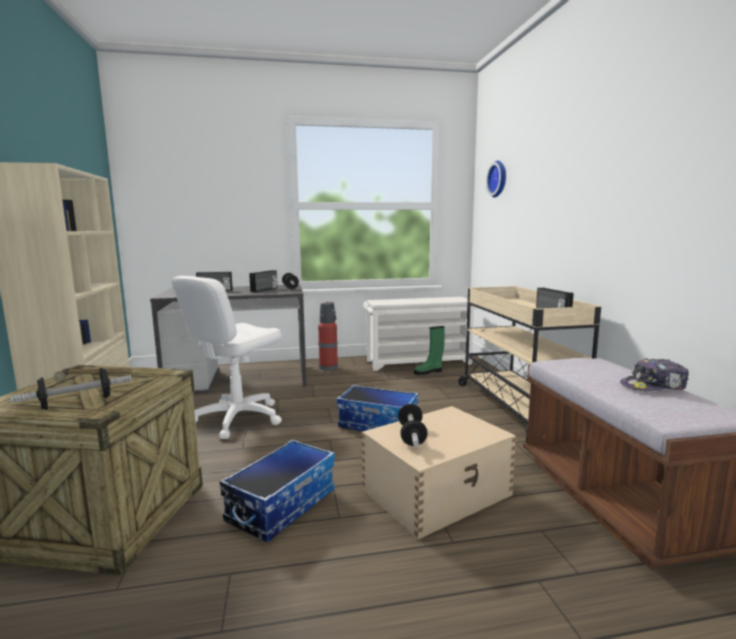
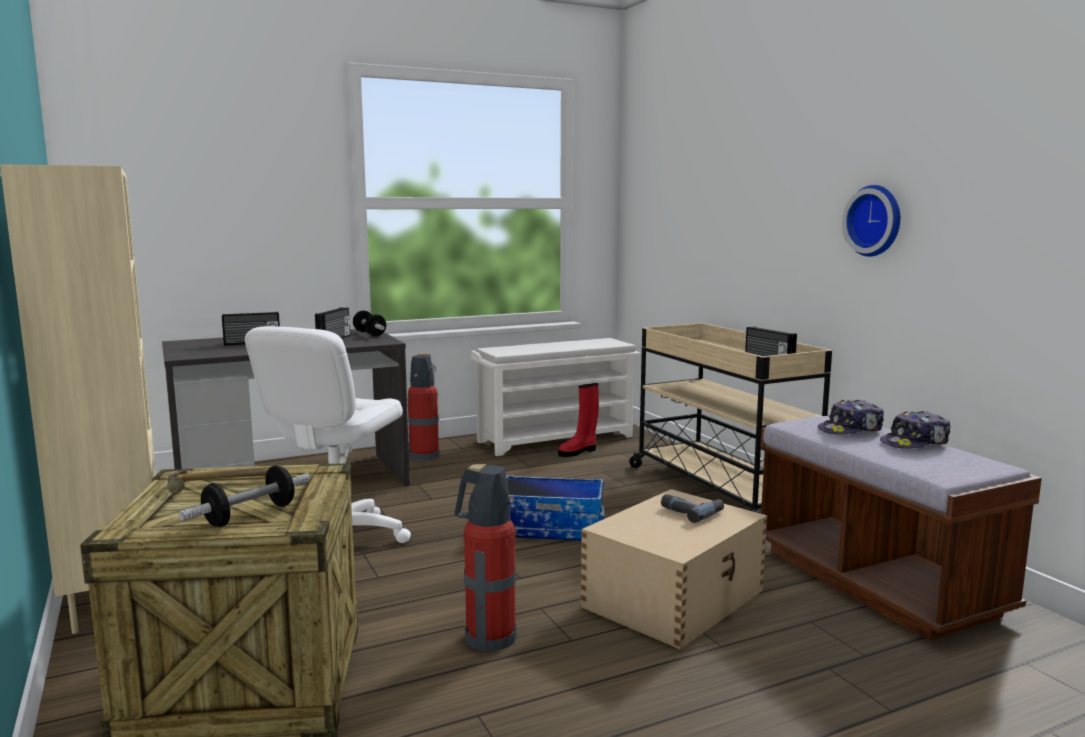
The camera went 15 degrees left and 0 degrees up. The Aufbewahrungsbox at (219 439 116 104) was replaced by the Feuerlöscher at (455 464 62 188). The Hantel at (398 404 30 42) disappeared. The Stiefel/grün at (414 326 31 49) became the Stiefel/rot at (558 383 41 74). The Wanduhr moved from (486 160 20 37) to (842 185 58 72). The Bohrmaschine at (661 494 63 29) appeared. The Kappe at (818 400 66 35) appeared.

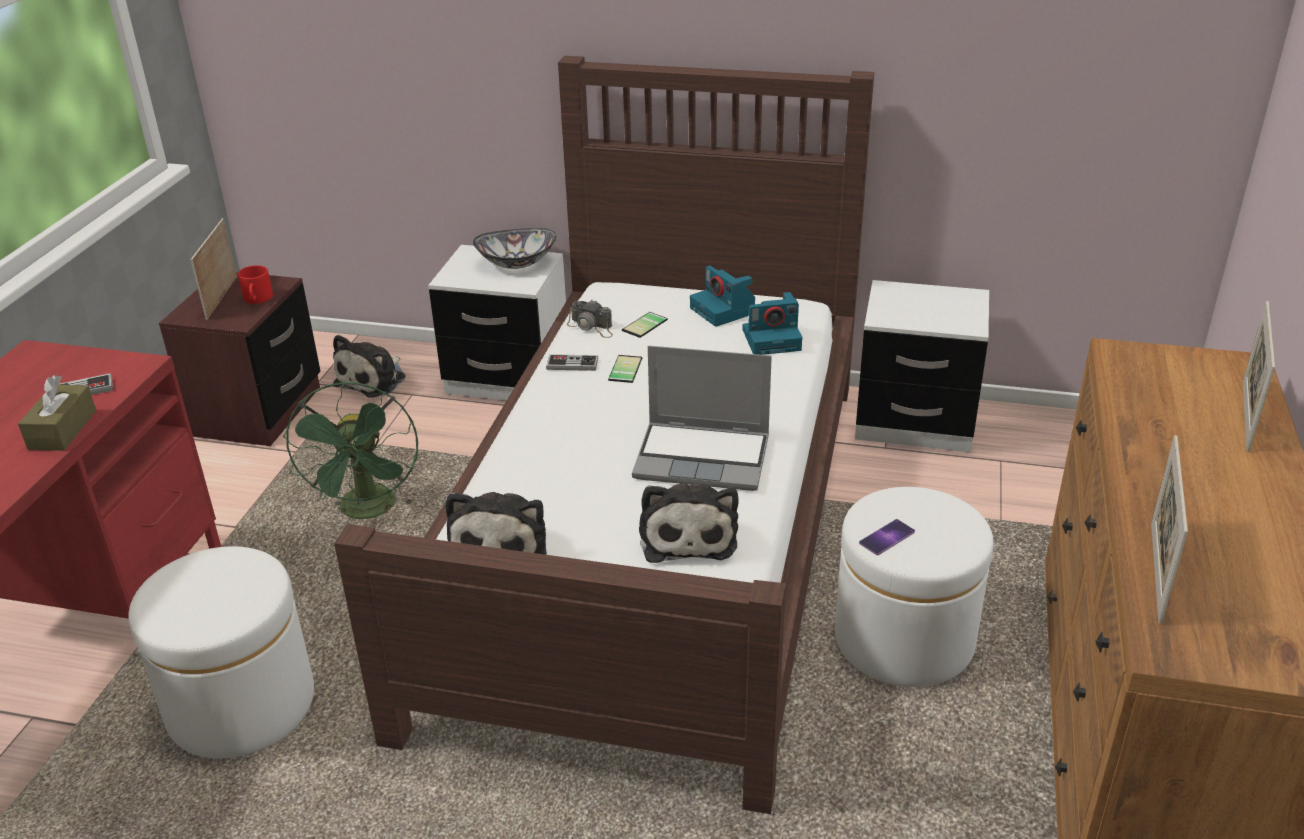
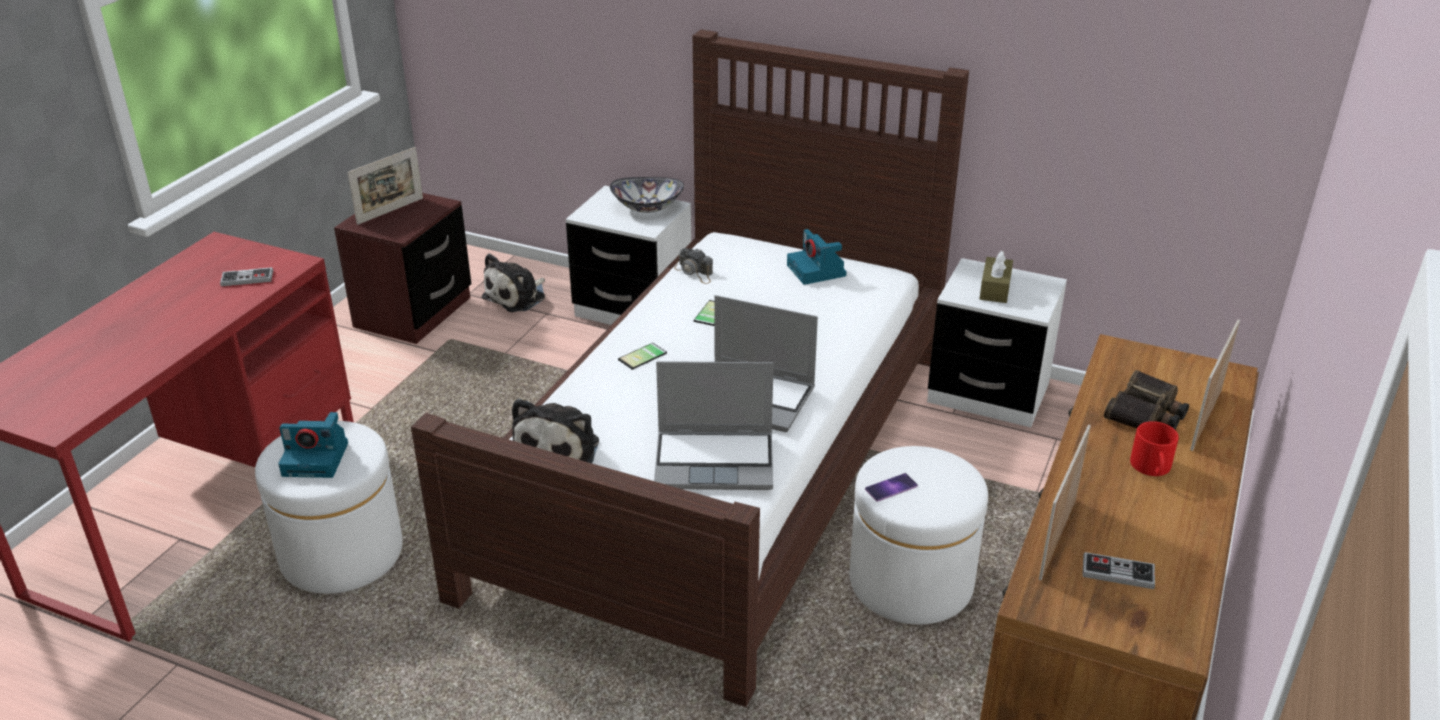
The camera went 10 degrees right and 0 degrees up. The Taschentuchbox/braun moved from (18 375 78 76) to (980 250 33 53). The Bilderrahmen at (191 218 46 102) turned 150 degrees counterclockwise. The Henkelbecher/rot moved from (238 265 35 39) to (1130 421 49 55). The Ventilator/grün at (283 381 135 138) disappeared. The Gamepad moved from (546 354 52 17) to (1083 552 72 37). The Handy moved from (622 312 46 26) to (618 343 49 27). The Plüschtier at (639 483 100 80) was replaced by the Laptop at (654 361 120 129). The Kamera moved from (742 292 60 63) to (278 412 70 66). The Fernglas at (1104 370 85 59) appeared.

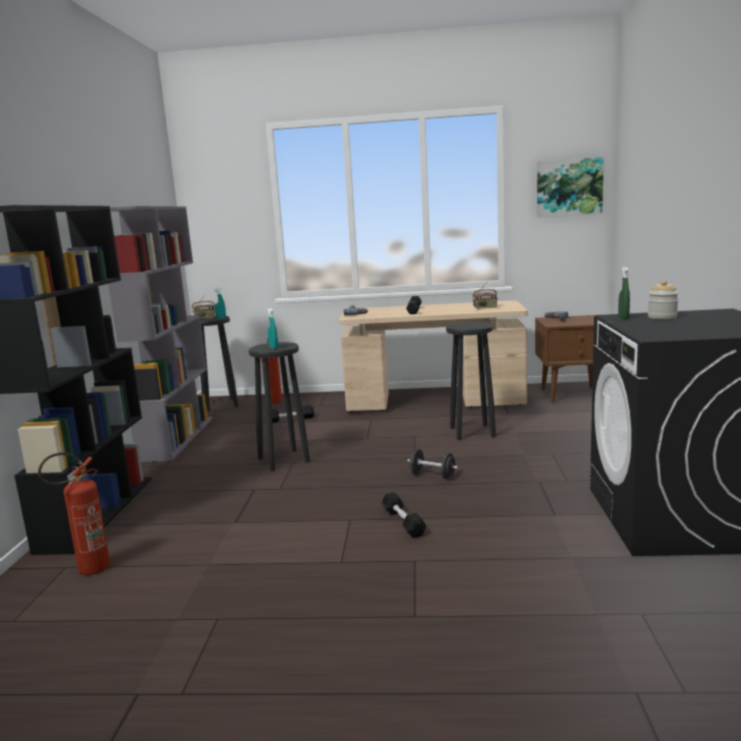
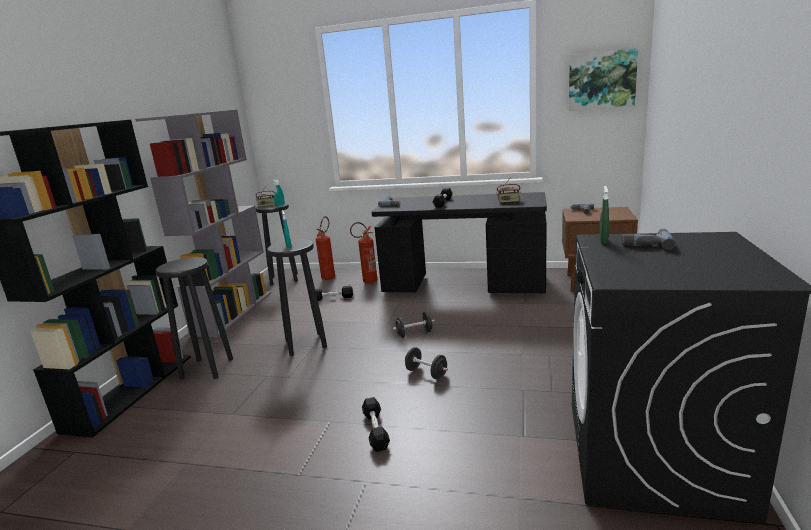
The camera went 10 degrees right and 5 degrees up. The Feuerlöscher moved from (38 453 72 122) to (350 222 27 61). The Schreibtisch/beige at (339 300 189 112) became the Schreibtisch/schwarz at (372 192 175 102). The Hocker/schwarz moved from (446 322 50 118) to (156 257 77 123). The Vorratsglas at (648 280 31 39) was replaced by the Bohrmaschine at (622 229 54 21). The Hantel/schwarz at (393 312 42 26) appeared.

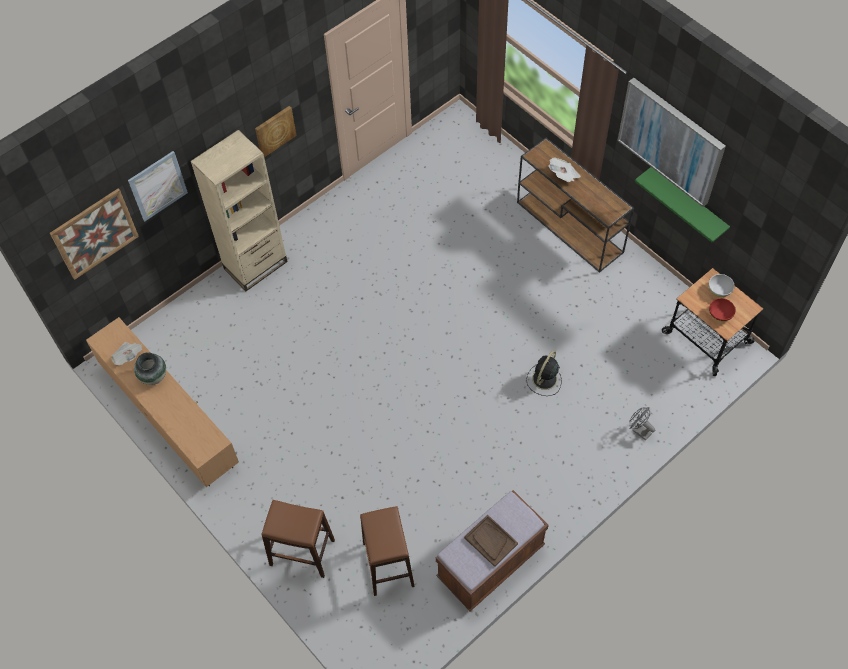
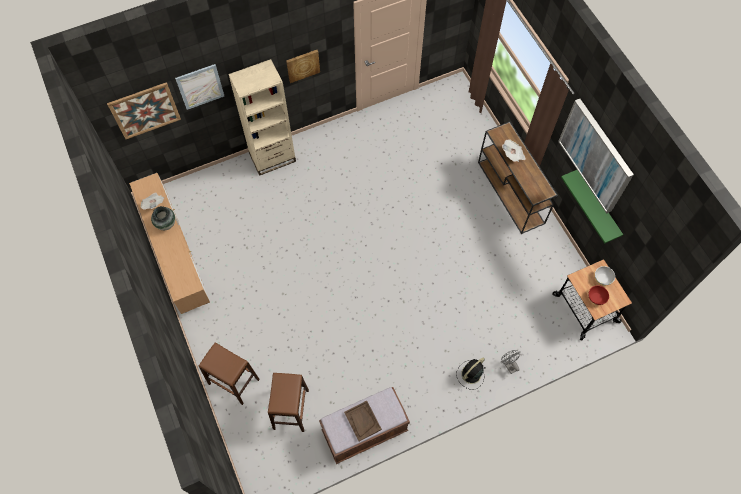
The camera went 15 degrees right and 5 degrees up. The Ventilator/schwarz moved from (526 351 36 45) to (456 358 30 32).

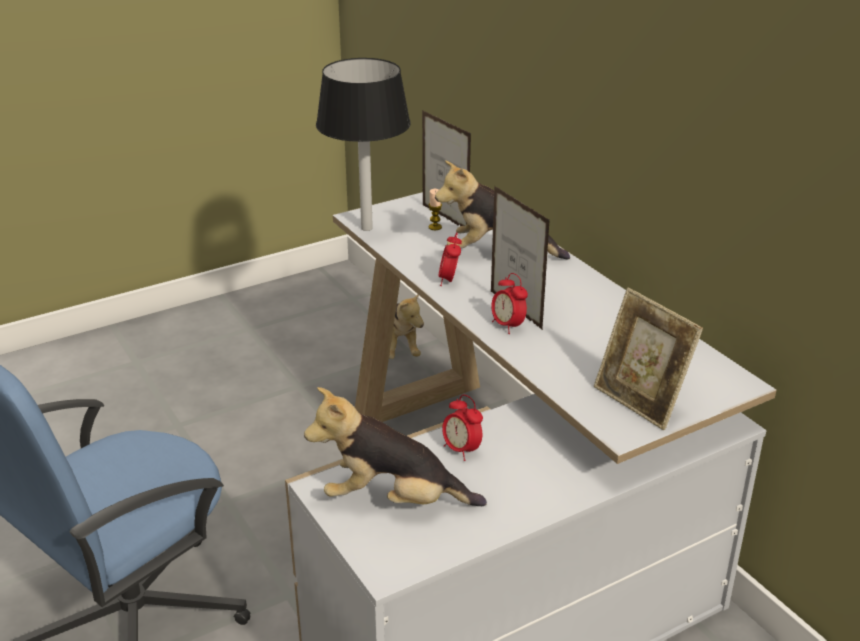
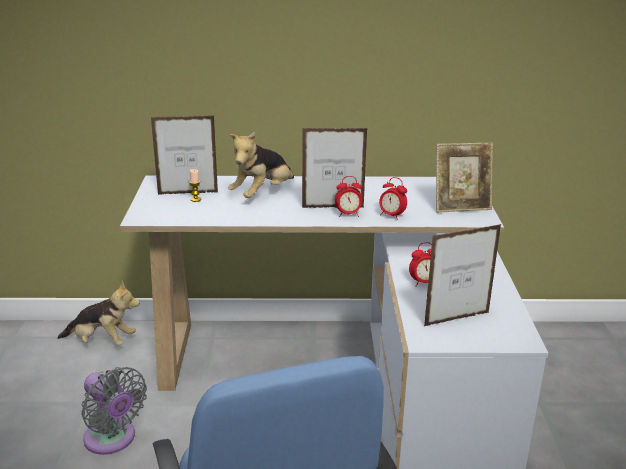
The camera went 60 degrees left and 5 degrees down. The Plüschtier at (304 387 183 119) was replaced by the Bilderrahmen at (424 224 77 102). The Tischlampe/schwarz at (316 58 95 173) disappeared. The Wecker moved from (439 232 23 54) to (379 177 28 43). The Ventilator/grau at (81 367 66 88) appeared.

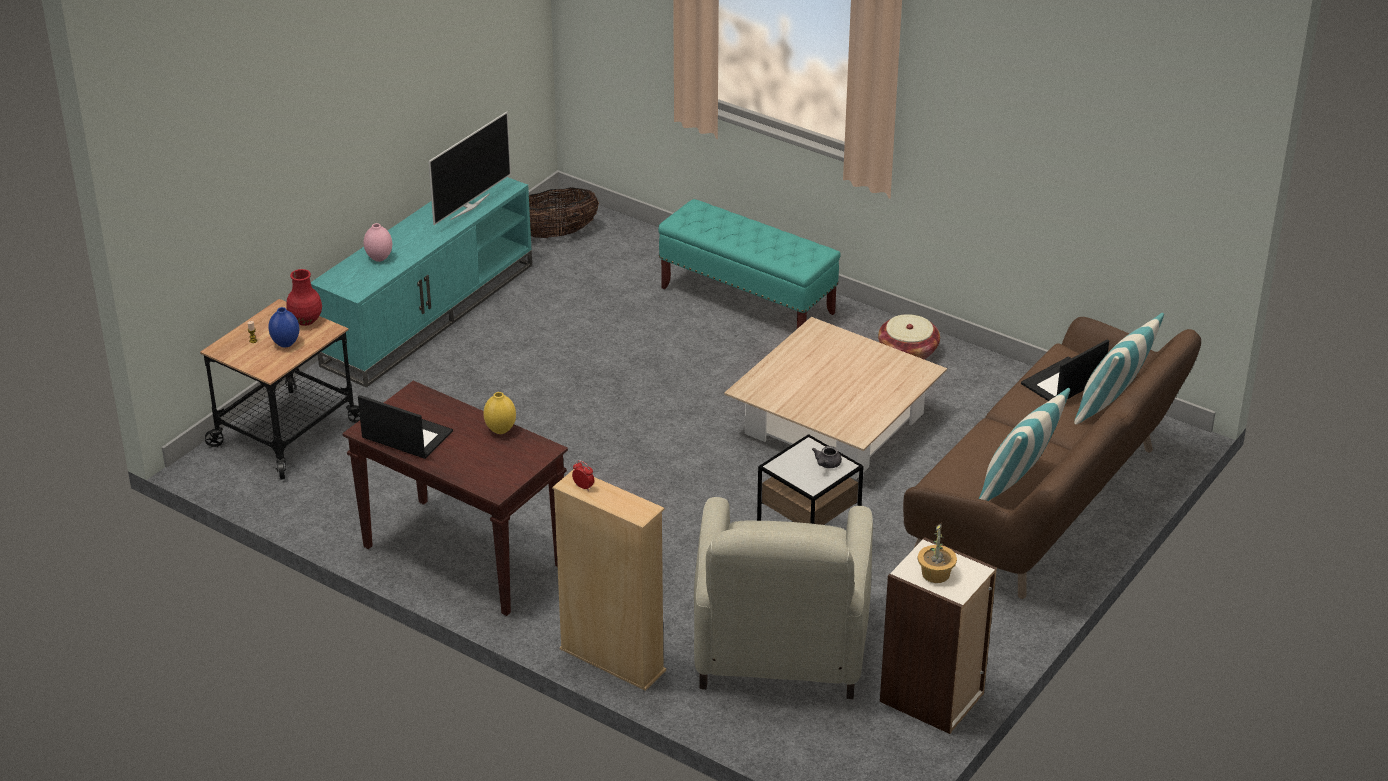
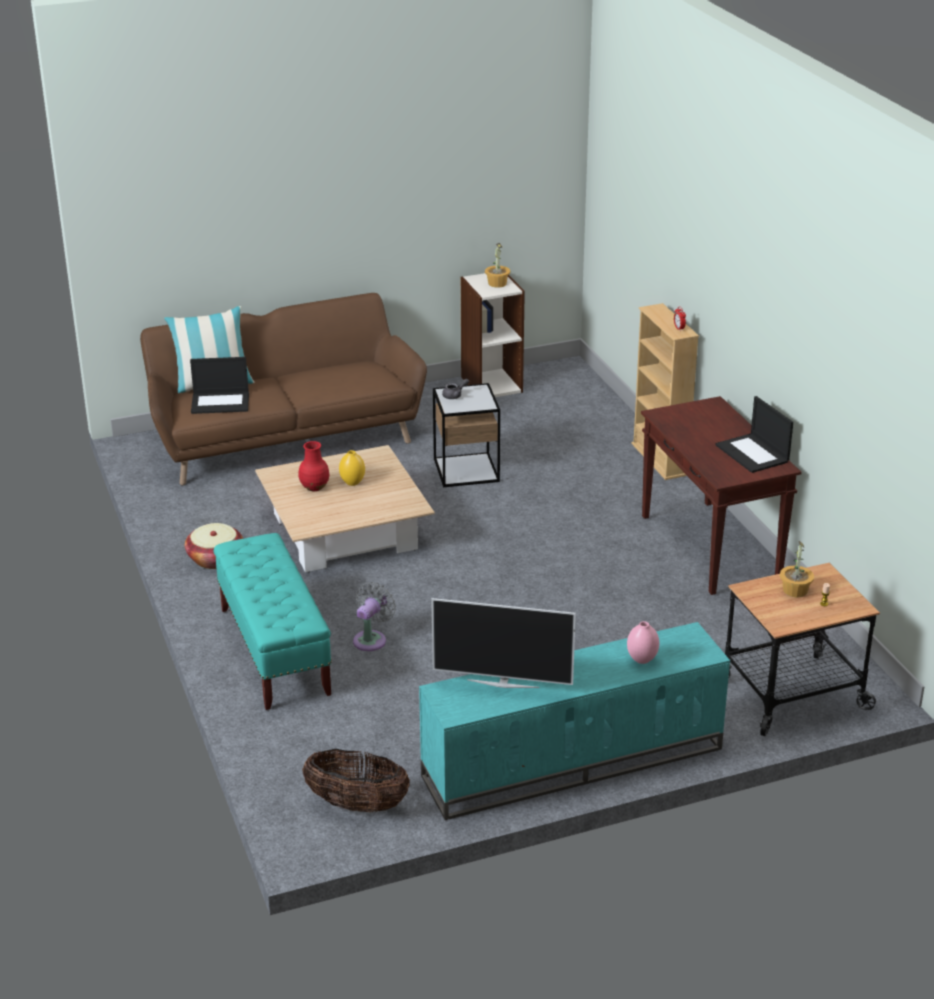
The camera went 145 degrees left and 5 degrees down. The Vase/blau at (269 307 30 41) was replaced by the Topfpflanze at (780 541 34 57). The Vase/rot moved from (286 269 36 57) to (298 441 32 50). The Fernseher at (428 112 83 113) turned 150 degrees counterclockwise. The Vase/gelb moved from (483 392 33 42) to (339 450 26 36). The Sessel/beige at (694 497 179 202) disappeared. The Kissen at (979 388 91 113) disappeared. The Ventilator/grau at (353 582 43 69) appeared.

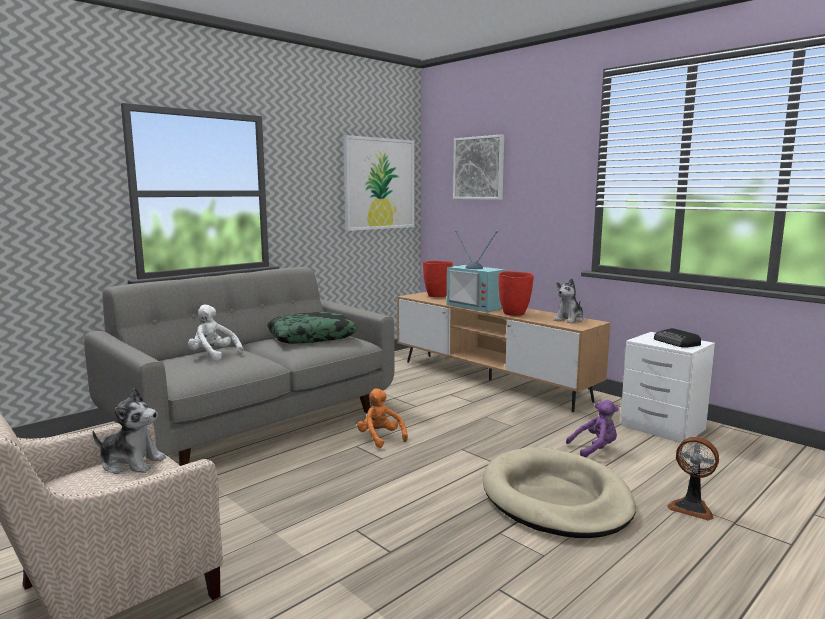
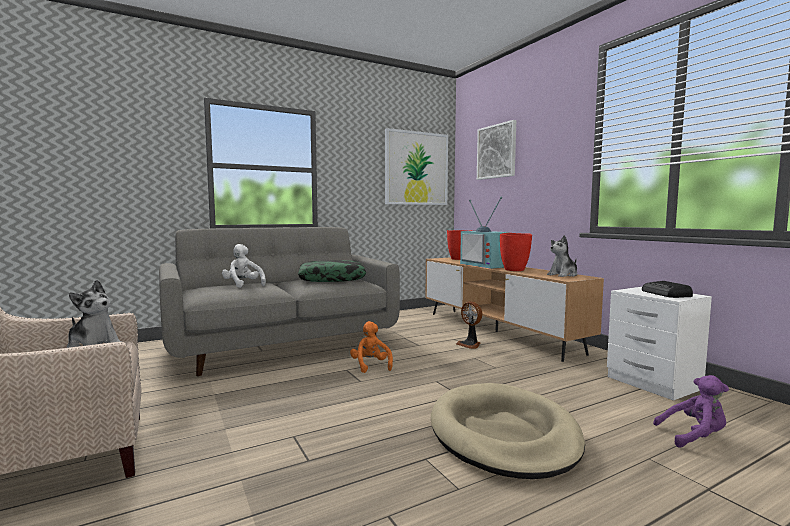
The camera went 15 degrees right and 5 degrees down. The Plüschtier/lila moved from (566 400 53 58) to (653 375 76 73). The Ventilator moved from (667 437 52 83) to (456 301 26 48).

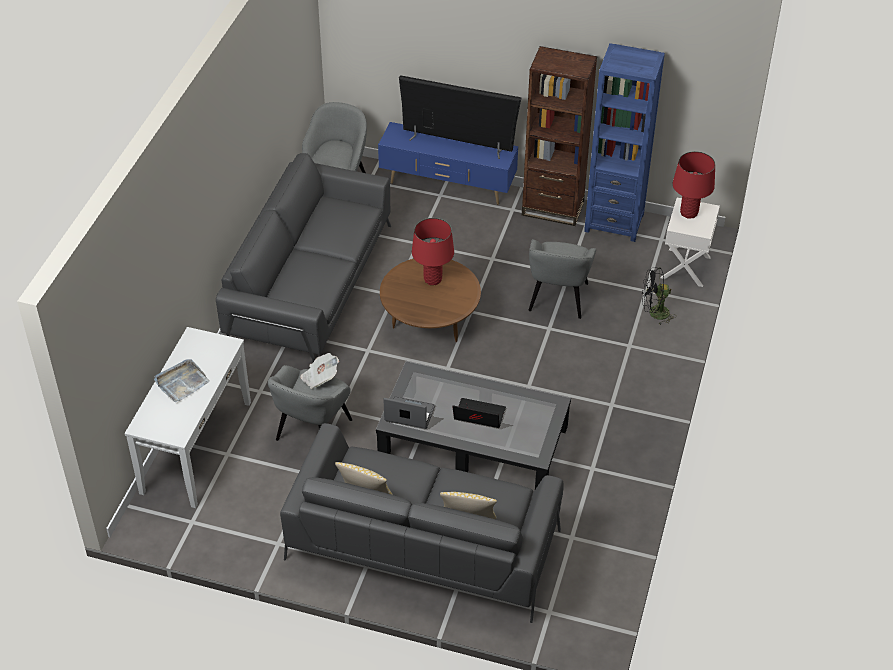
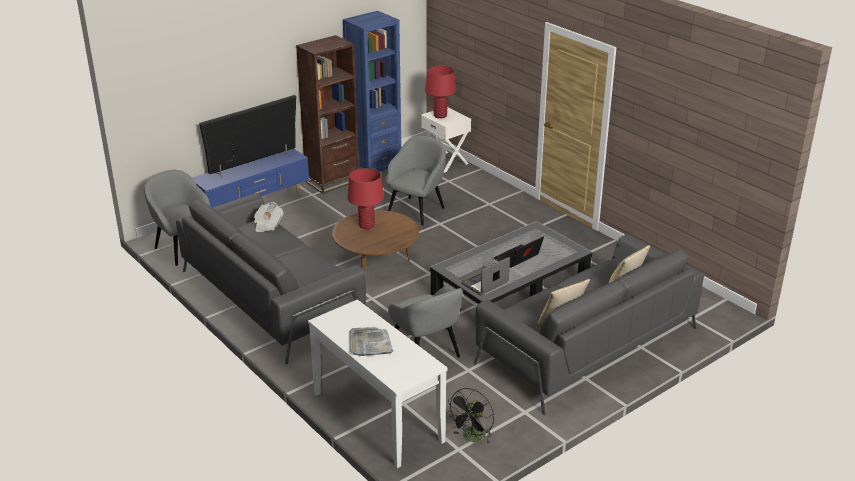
The camera went 55 degrees left and 15 degrees down. The Zeitung moved from (300 353 39 36) to (254 202 29 30). The Sessel/grau at (529 239 67 80) turned 105 degrees counterclockwise. The Ventilator/schwarz moved from (642 267 34 58) to (446 388 48 56).

